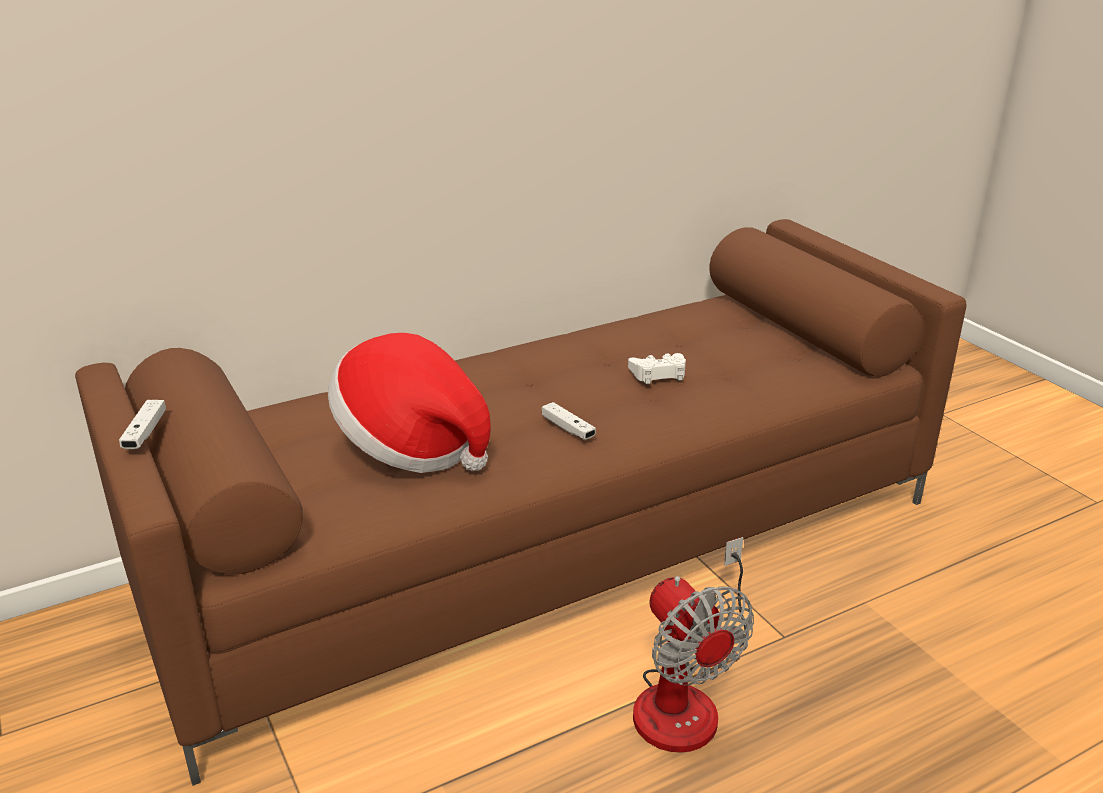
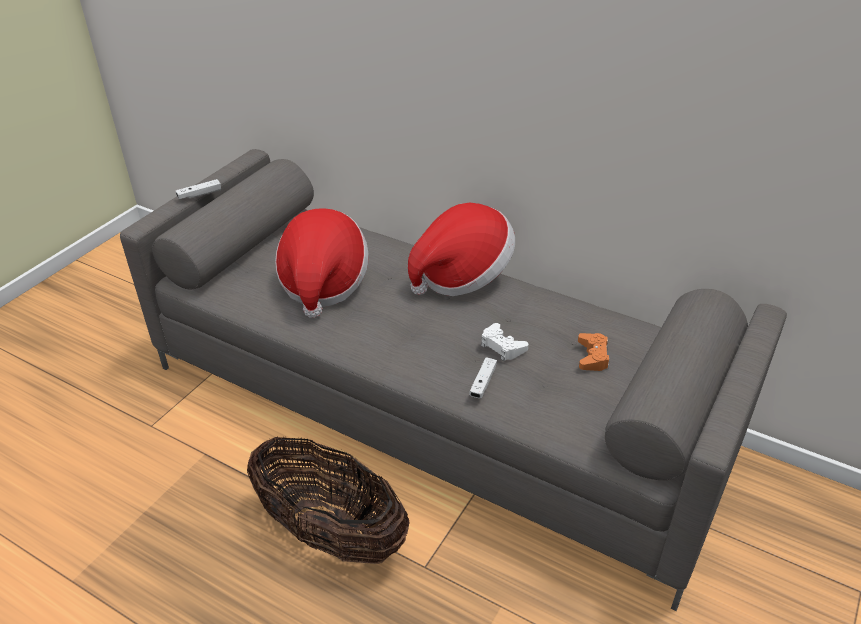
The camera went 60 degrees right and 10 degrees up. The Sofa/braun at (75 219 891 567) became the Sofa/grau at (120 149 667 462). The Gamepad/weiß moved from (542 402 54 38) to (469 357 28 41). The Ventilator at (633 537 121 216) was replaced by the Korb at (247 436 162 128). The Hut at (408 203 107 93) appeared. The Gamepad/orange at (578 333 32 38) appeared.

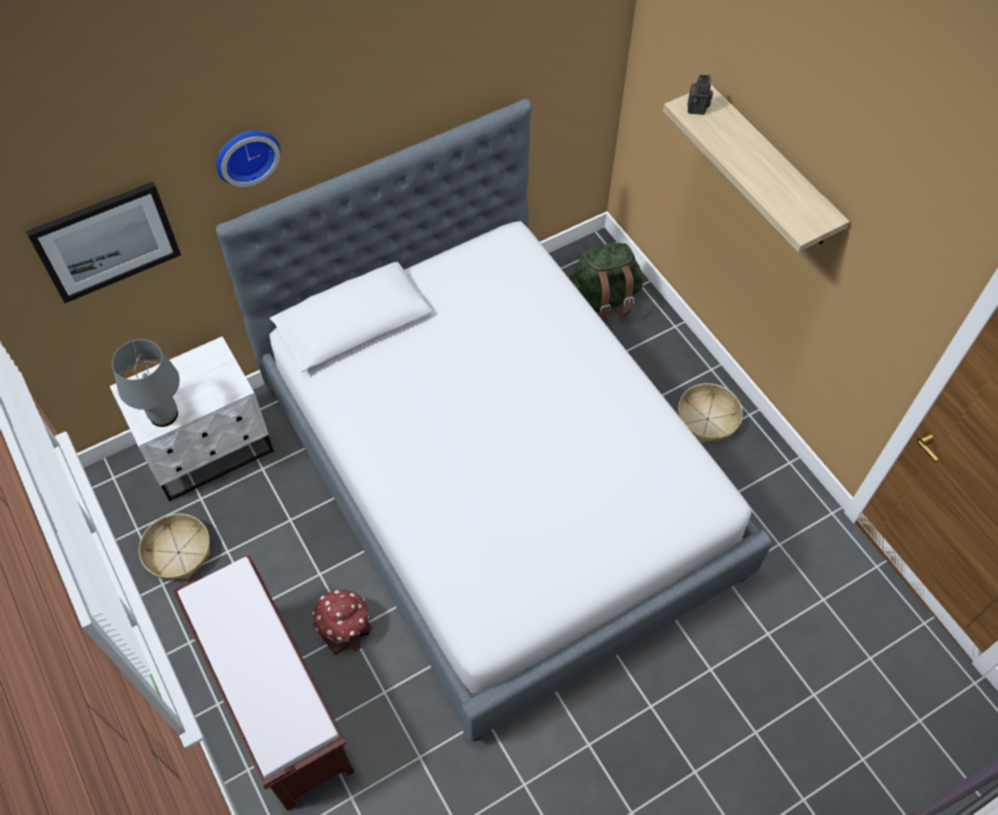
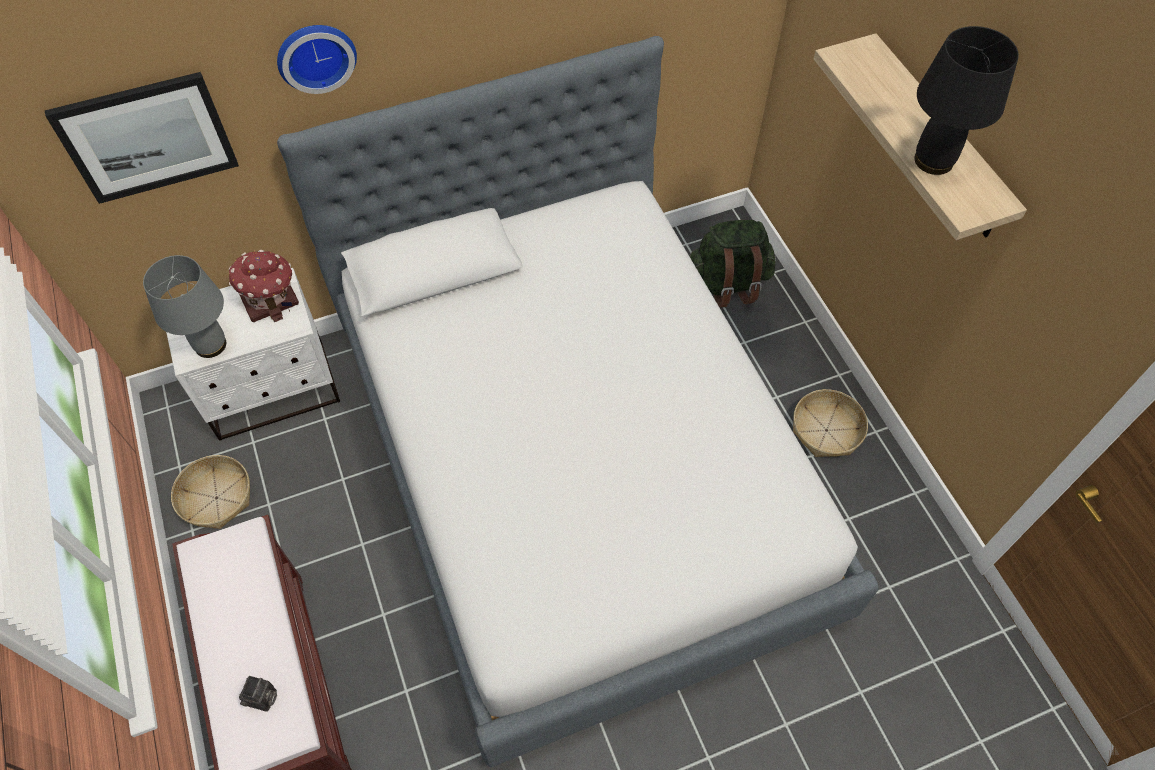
The camera went 10 degrees right and 0 degrees up. The Spielzeughaus moved from (312 589 60 66) to (228 250 71 72). The Kamera moved from (687 74 26 41) to (239 676 38 36). The Tischlampe/schwarz at (914 26 105 149) appeared.

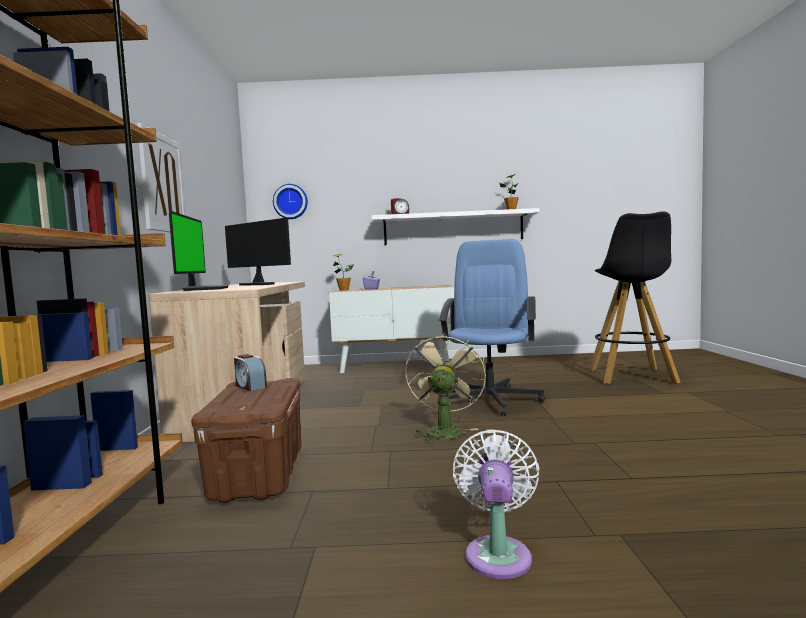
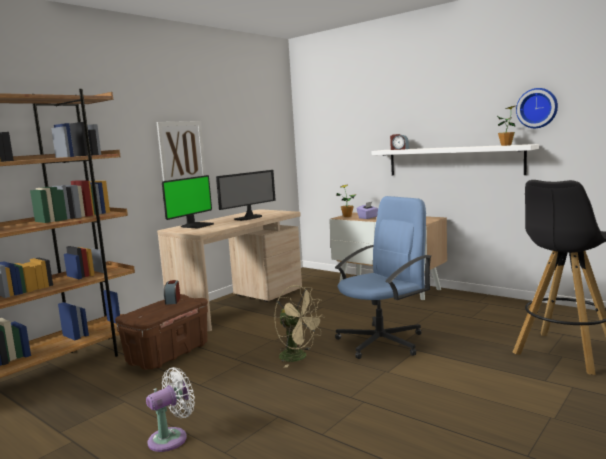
The camera went 40 degrees right and 5 degrees up. The Monitor at (225 218 66 68) turned 60 degrees clockwise. The Wanduhr moved from (273 184 35 35) to (516 88 42 40). The Ventilator/beige at (405 332 81 111) turned 75 degrees clockwise.

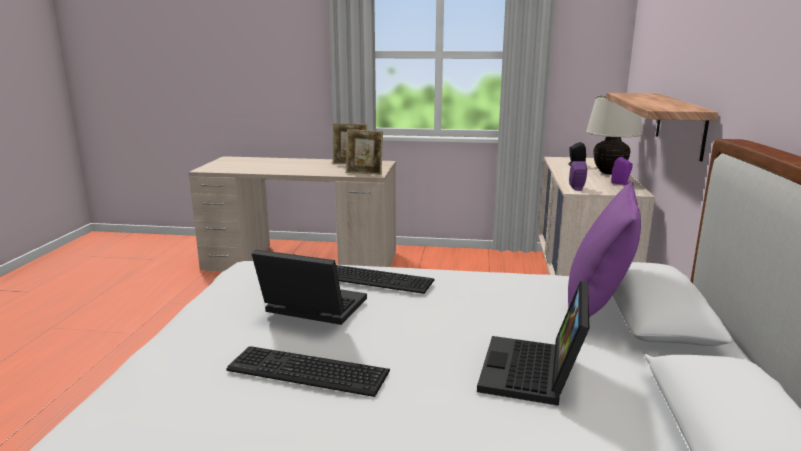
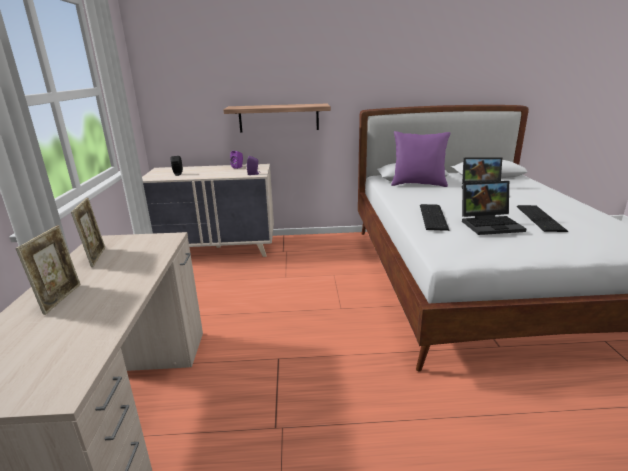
The camera went 100 degrees left and 5 degrees up. The Laptop at (252 249 115 76) turned 105 degrees counterclockwise. The Bilderrahmen moved from (346 129 37 46) to (16 225 65 90). The Tischlampe/beige at (586 95 57 80) disappeared.

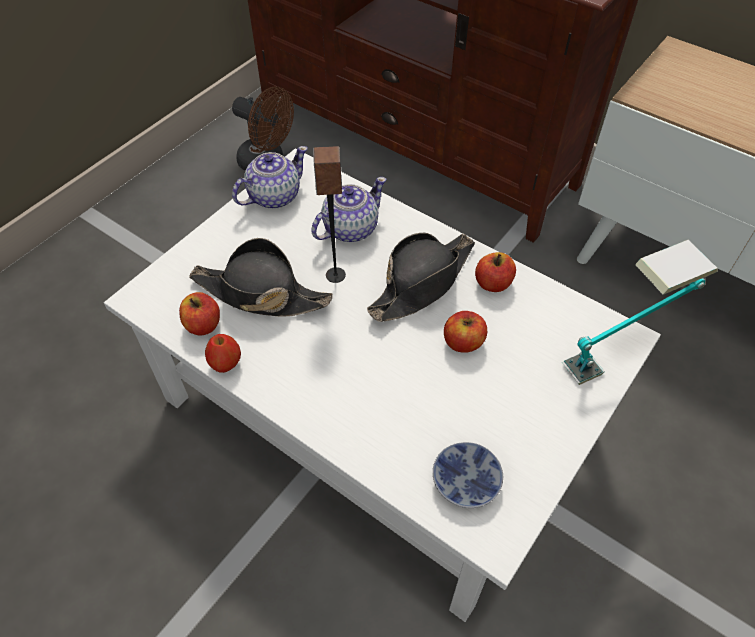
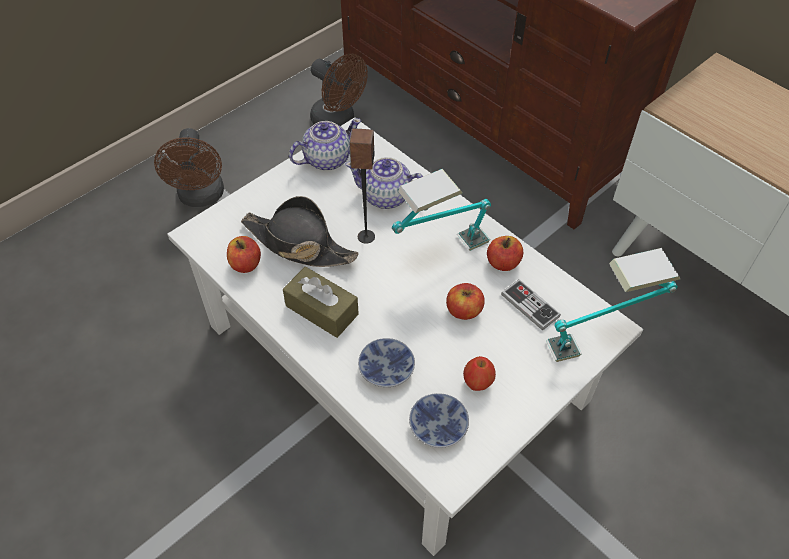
The camera went 10 degrees right and 0 degrees up. The Apfel moved from (205 334 36 39) to (463 356 33 35). The Teekanne at (311 177 75 65) turned 135 degrees counterclockwise. The Hut/schwarz at (367 233 108 89) was replaced by the Tischlampe at (392 169 99 82). The Ventilator/braun at (154 128 70 79) appeared. The Taschentuchbox/braun at (283 267 76 71) appeared. The Schüssel at (358 338 57 49) appeared. The Gamepad at (501 279 60 52) appeared.

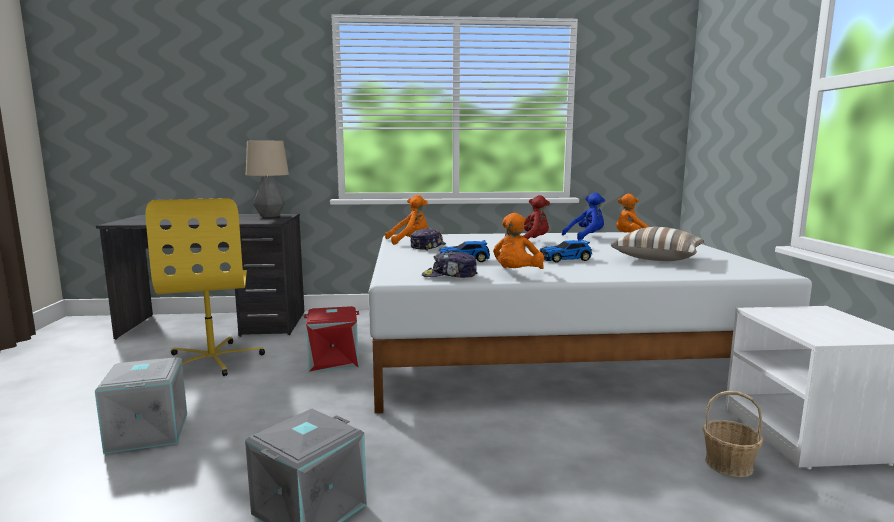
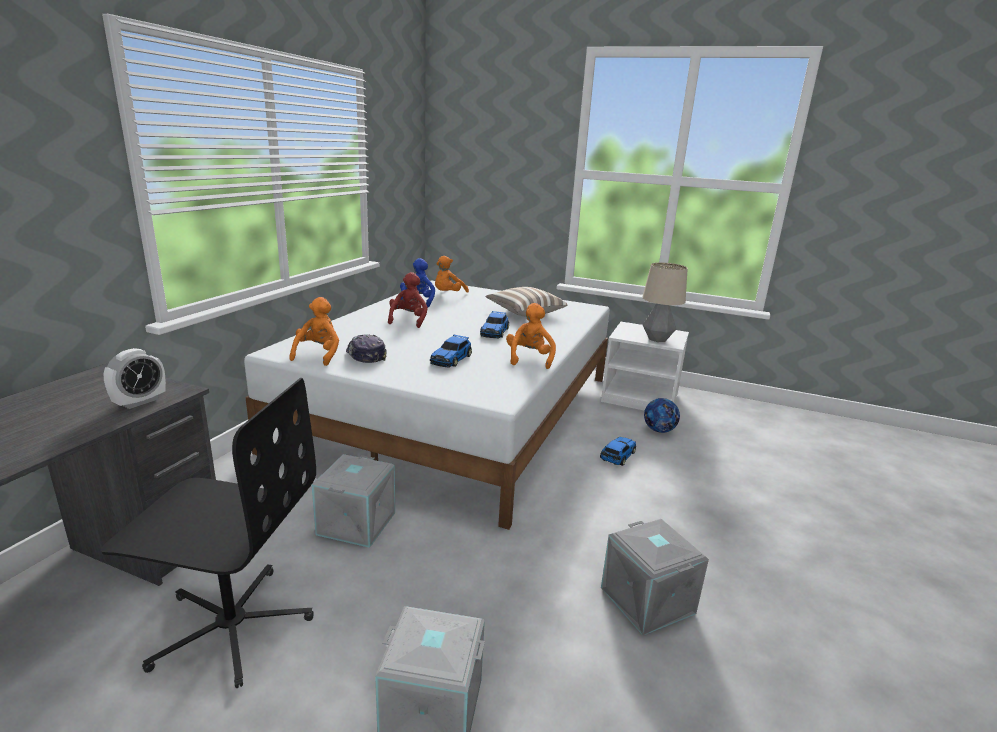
The camera went 65 degrees left and 10 degrees up. The Bürostuhl/gelb at (145 198 120 178) became the Bürostuhl/schwarz at (101 378 215 310). The Tischlampe moved from (246 141 43 76) to (642 262 46 80). The Aufbewahrungsbox/rot at (304 306 55 66) became the Aufbewahrungsbox/grau at (312 454 83 94). The Kappe at (422 251 55 27) disappeared. The Plüschtier/orange at (493 213 51 56) turned 135 degrees counterclockwise. The Korb at (703 391 61 86) was replaced by the Fußball at (644 398 36 35). The Wecker at (103 348 63 61) appeared. The Spielzeugauto at (600 437 36 29) appeared.

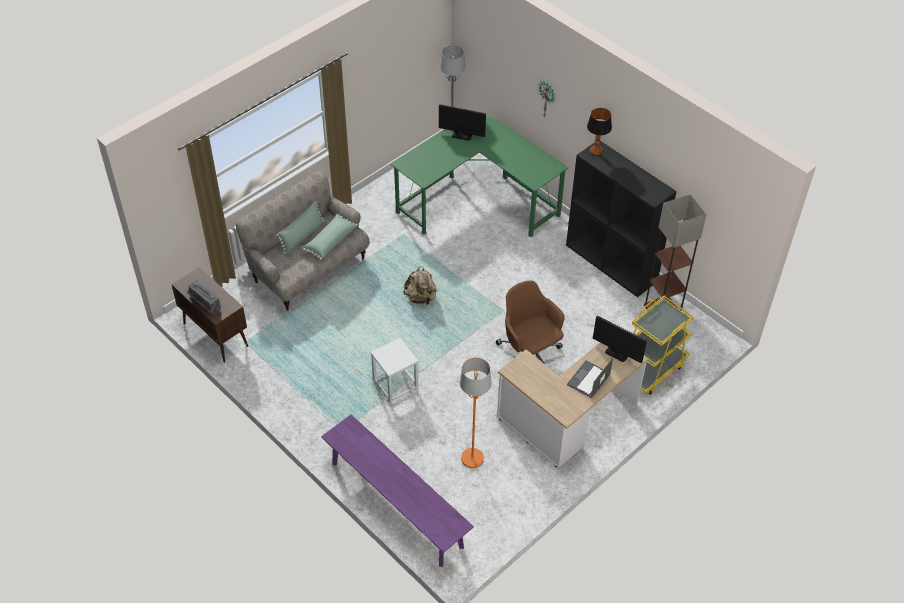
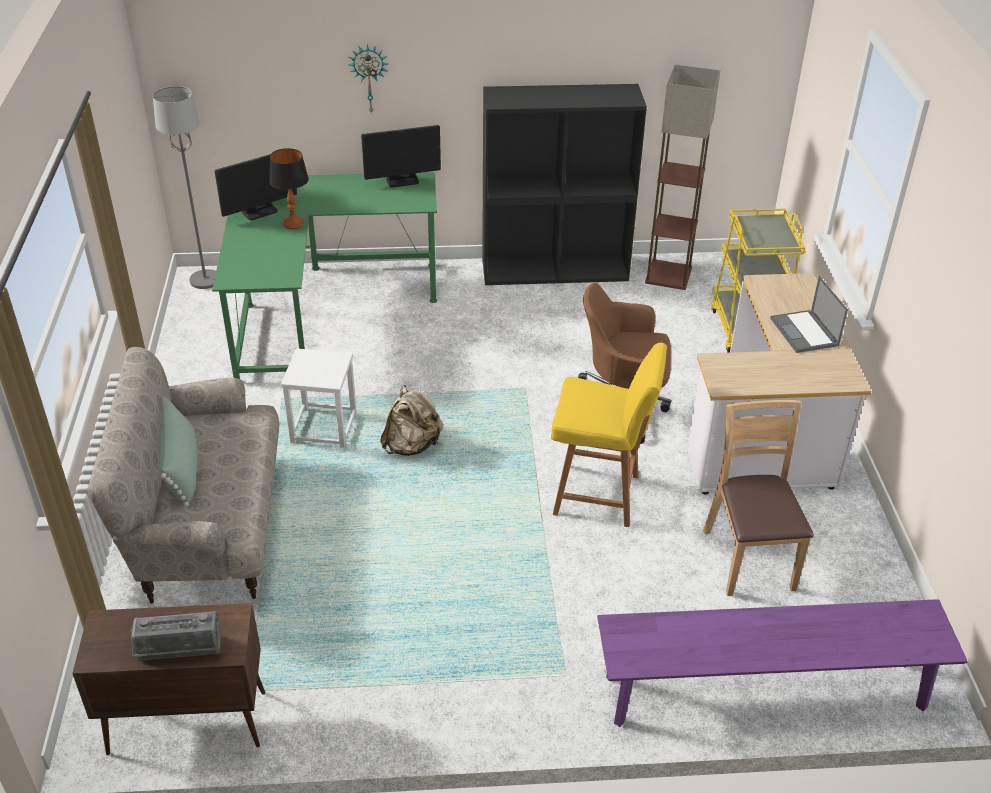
The camera went 50 degrees left and 10 degrees down. The Kissen/grün at (303 214 55 46) disappeared. The Hocker/weiß moved from (370 338 49 65) to (281 348 76 100). The Stehlampe/orange at (460 358 31 110) was replaced by the Stuhl/braun at (703 400 111 196). The Tischlampe moved from (587 108 25 47) to (269 148 40 81). The Monitor moved from (593 316 54 47) to (361 125 80 62). The Stuhl/gelb at (551 343 116 184) appeared.

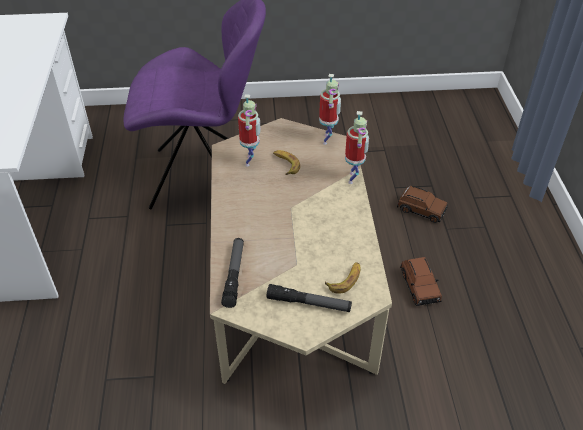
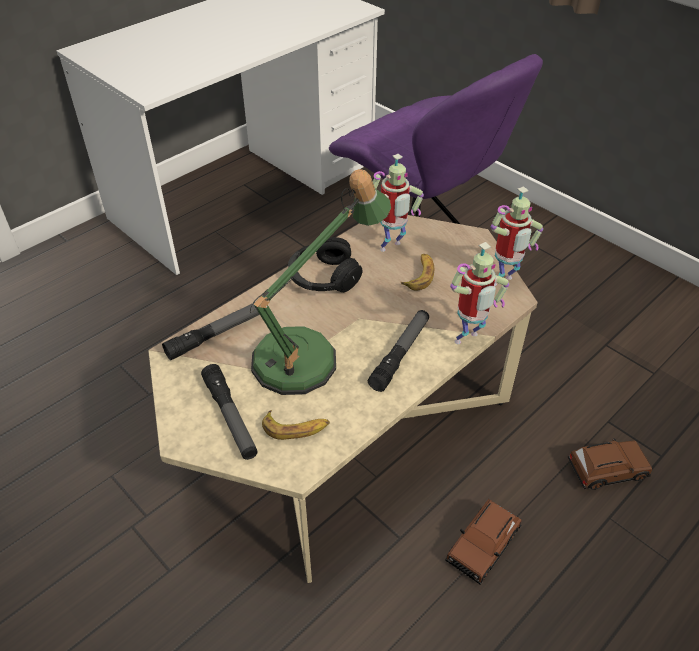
The camera went 50 degrees right and 0 degrees up. The Spielzeugauto/braun at (397 186 51 37) turned 90 degrees counterclockwise. The Tischlampe at (250 169 141 226) appeared. The Kopfhörer/schwarz at (288 237 75 55) appeared. The Taschenlampe at (368 310 61 82) appeared.

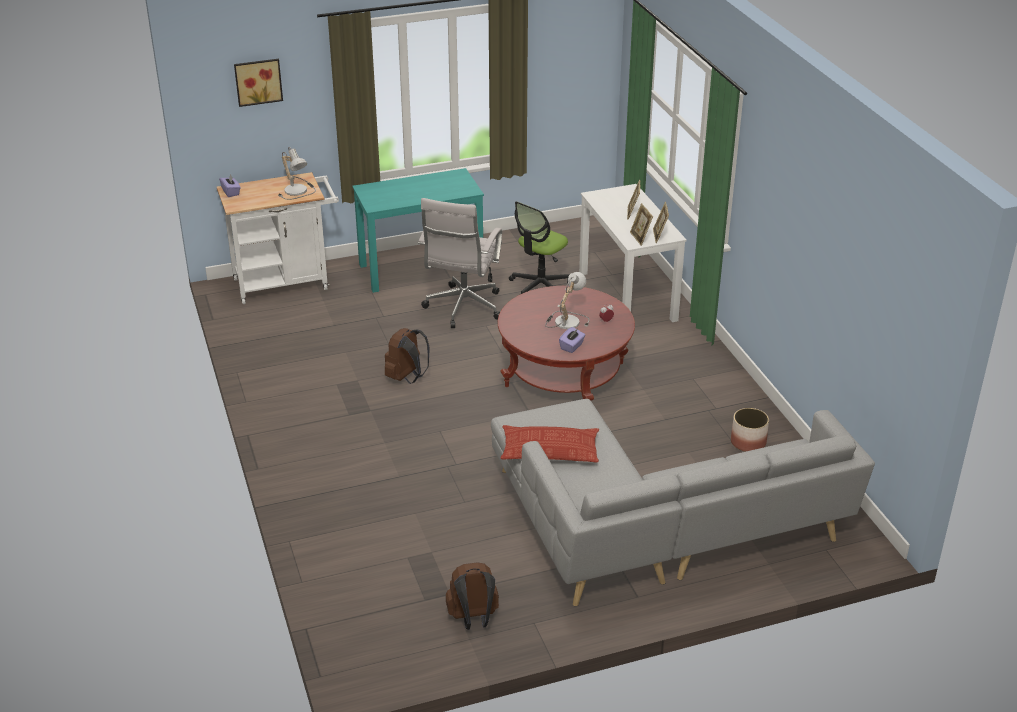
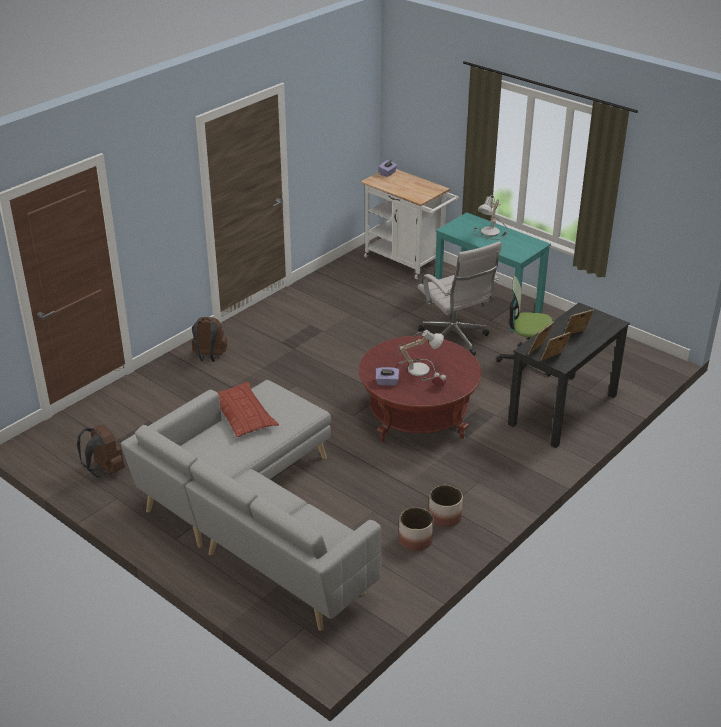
The camera went 60 degrees right and 0 degrees up. The Bild at (234 59 49 48) disappeared. The Tischlampe moved from (278 147 38 53) to (473 195 35 45). The Rucksack/braun moved from (385 328 45 56) to (192 317 35 45). The Bürostuhl/weiß at (418 198 84 130) turned 105 degrees counterclockwise. The Schreibtisch/weiß at (579 184 108 138) became the Schreibtisch/schwarz at (508 303 122 145). The Pflanzkübel at (429 485 34 42) appeared.

